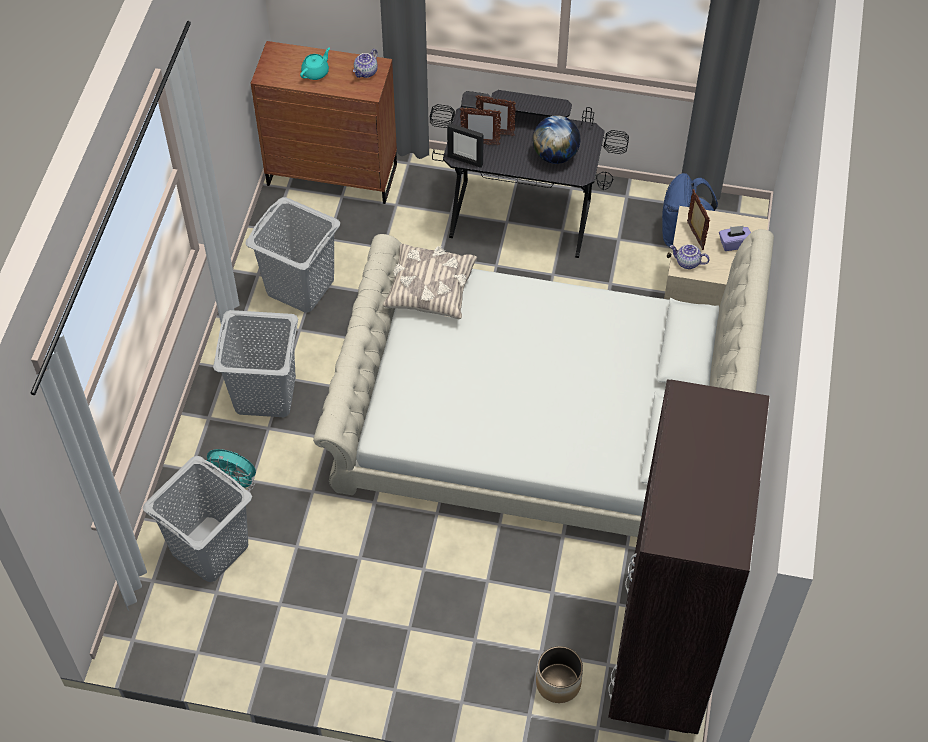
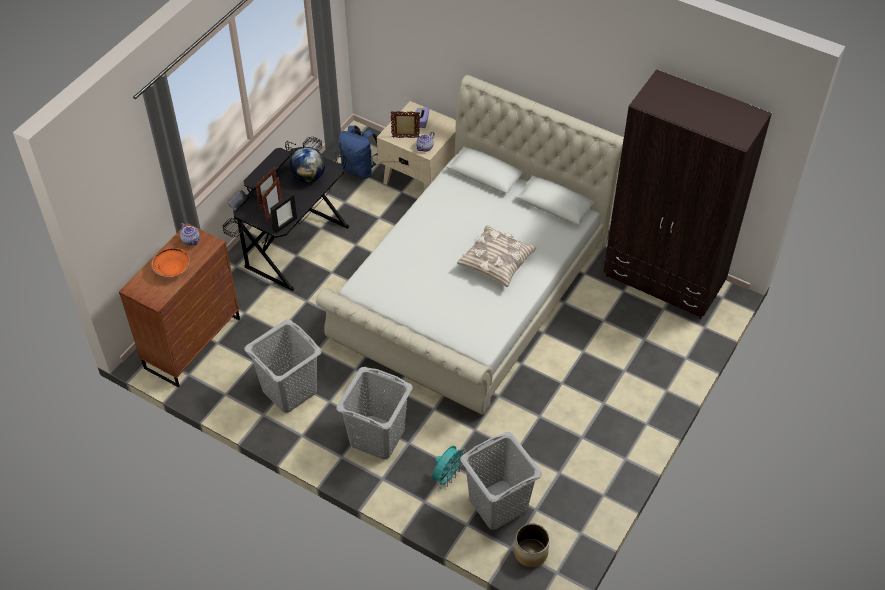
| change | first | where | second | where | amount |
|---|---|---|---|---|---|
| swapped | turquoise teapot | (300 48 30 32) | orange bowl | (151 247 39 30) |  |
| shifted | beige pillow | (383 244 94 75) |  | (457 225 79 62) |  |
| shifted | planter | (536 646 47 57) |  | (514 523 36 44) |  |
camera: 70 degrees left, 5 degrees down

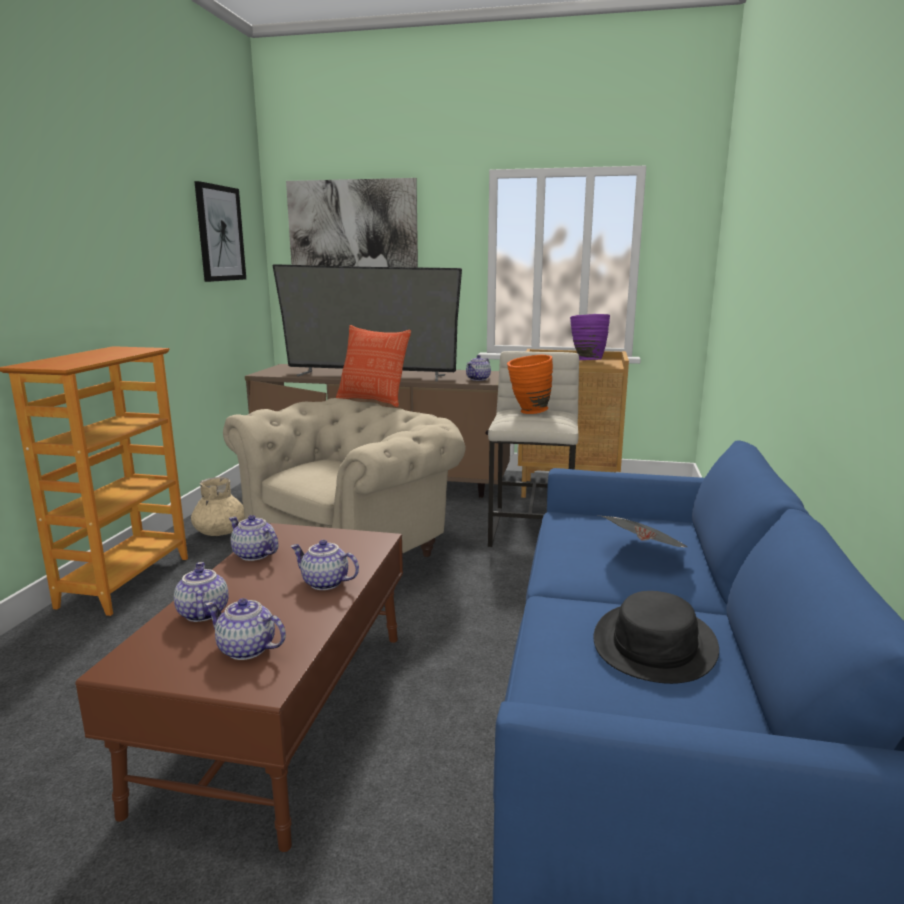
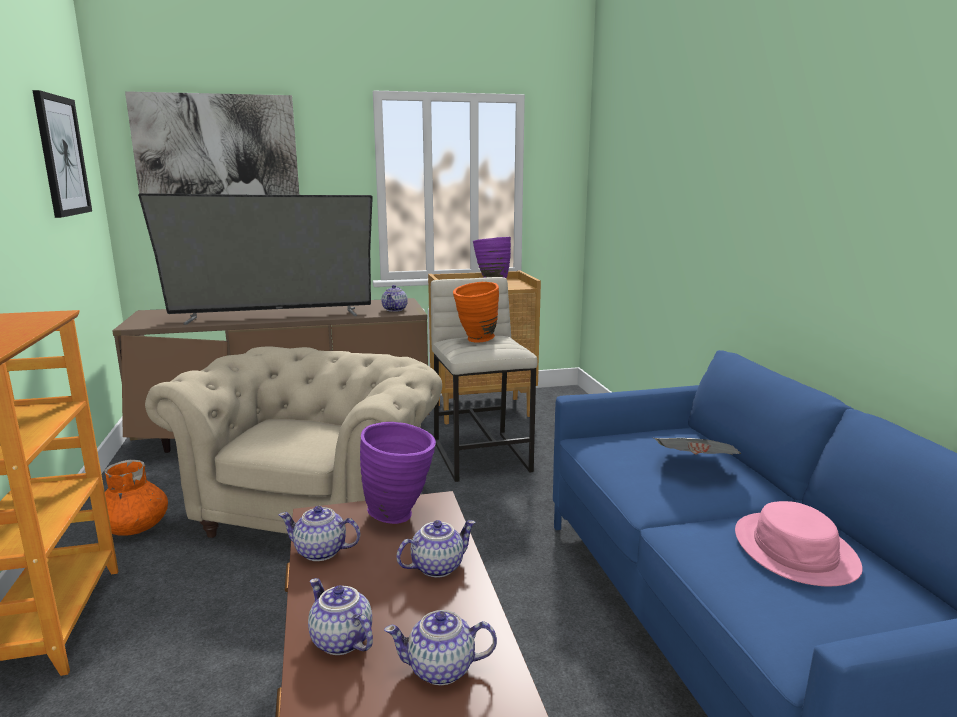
| change | first | where | second | where | amount |
|---|---|---|---|---|---|
| repainted | beige vase | (191 477 54 59) | orange vase | (105 460 63 76) |  |
| rotated | teapot | (291 540 68 50) |  | (397 520 79 58) | 150 degrees clockwise |
| gone | orange pillow | (336 325 75 82) |  |  |  |
| repainted | black hat | (593 591 126 93) | pink hat | (735 501 128 85) |  |
| new |  |  | purple vase | (360 422 76 102) |  |
camera: 25 degrees left, 0 degrees up

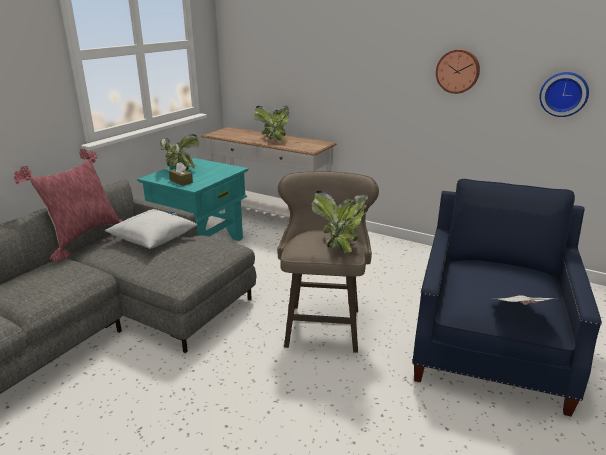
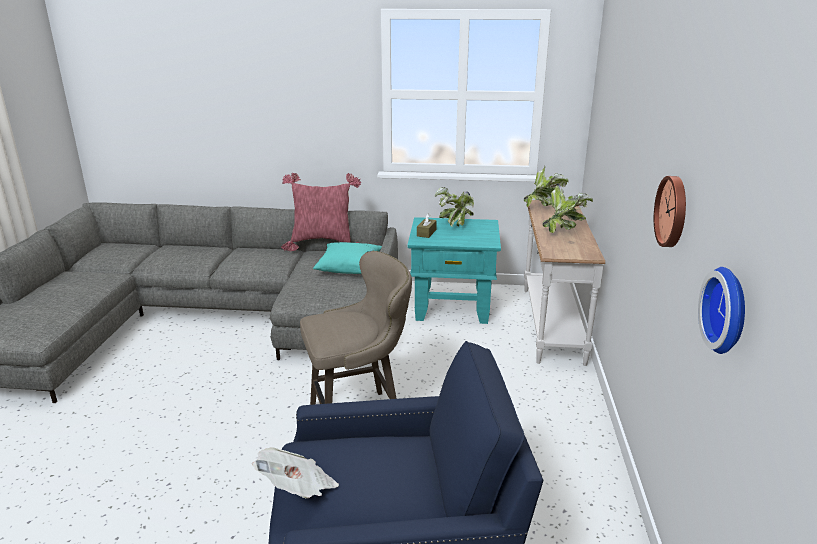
| change | first | where | second | where | amount |
|---|---|---|---|---|---|
| repainted | grey pillow | (105 209 92 40) | turquoise pillow | (313 242 69 32) |  |
| shifted | potted plant | (312 190 56 62) |  | (524 166 45 41) |  |
camera: 65 degrees right, 0 degrees up

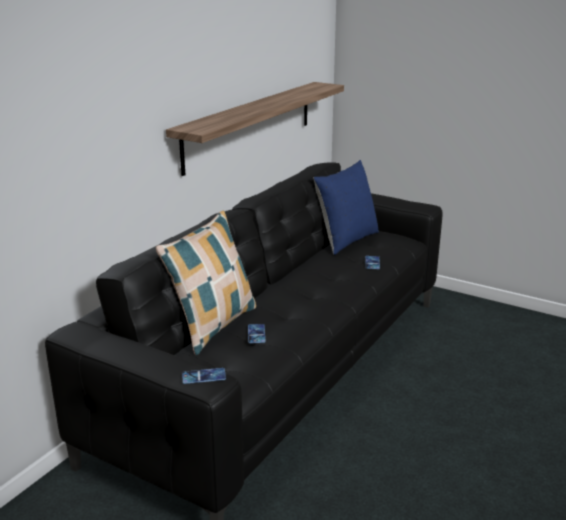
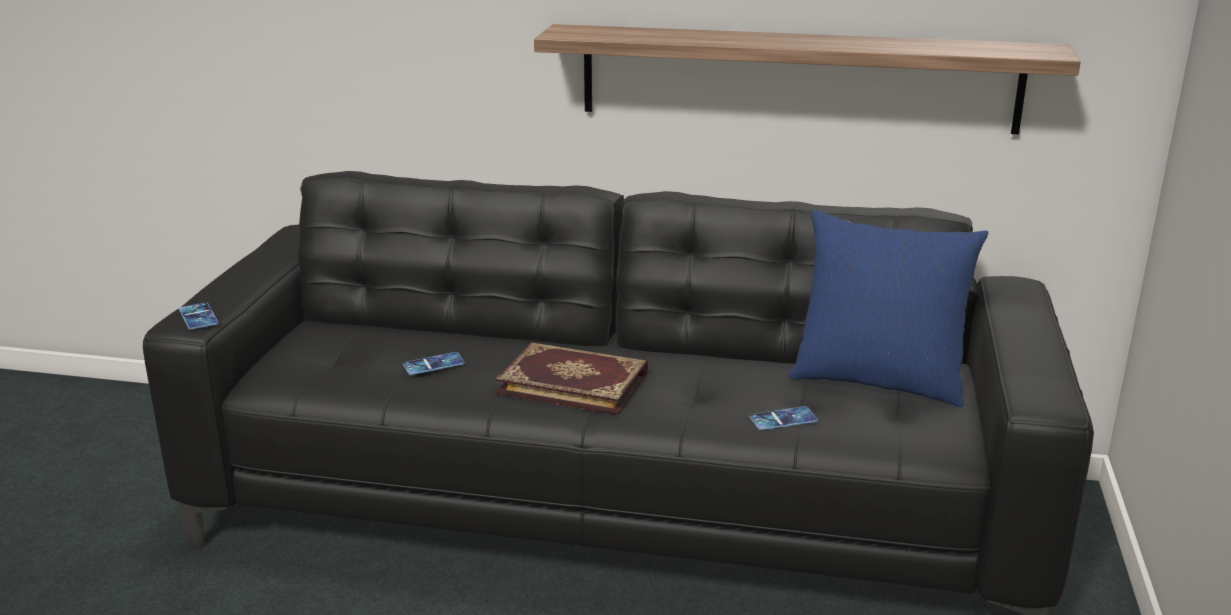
| change | first | where | second | where | amount |
|---|---|---|---|---|---|
| gone | pillow | (156 211 100 144) |  |  |  |
| new |  |  | book | (496 342 152 73) |  |
camera: 70 degrees right, 0 degrees up

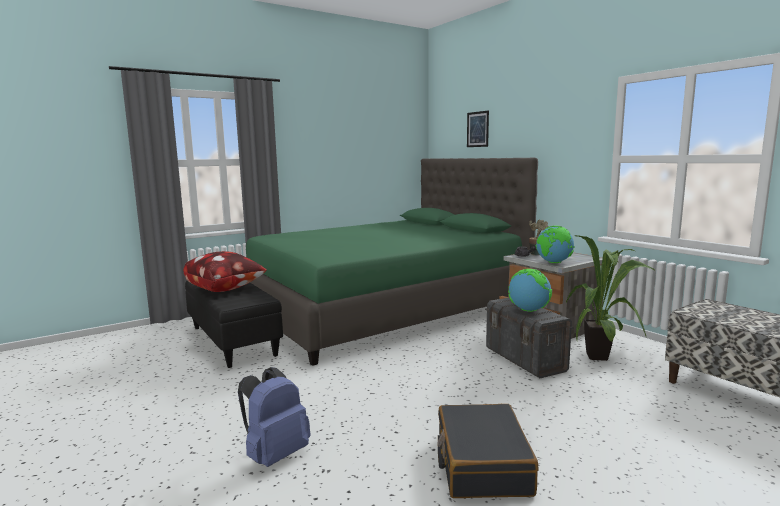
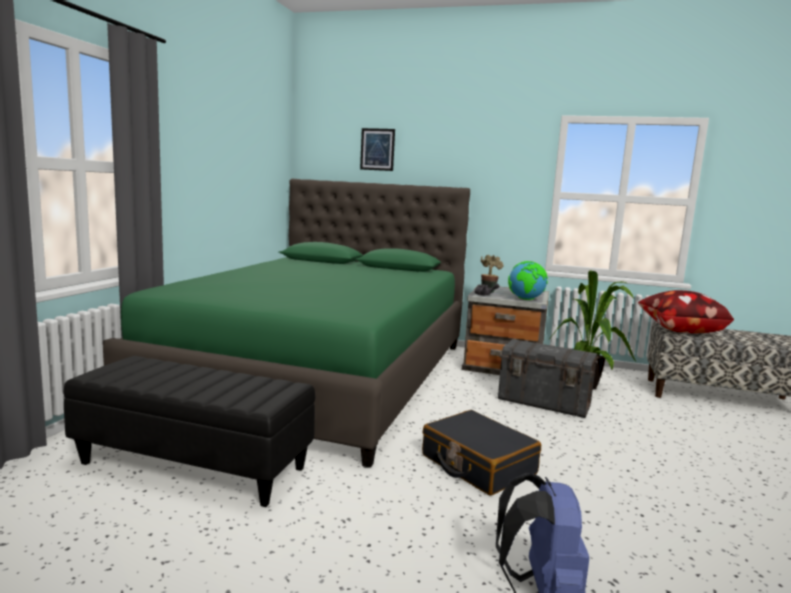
| change | first | where | second | where | amount |
|---|---|---|---|---|---|
| shifted | pillow | (183 251 84 41) |  | (638 290 96 43) |  |
| shifted | black suitcase | (437 404 101 94) |  | (422 410 119 85) |  |
| gone | globe | (508 269 44 43) |  |  |  |
camera: 40 degrees left, 0 degrees up

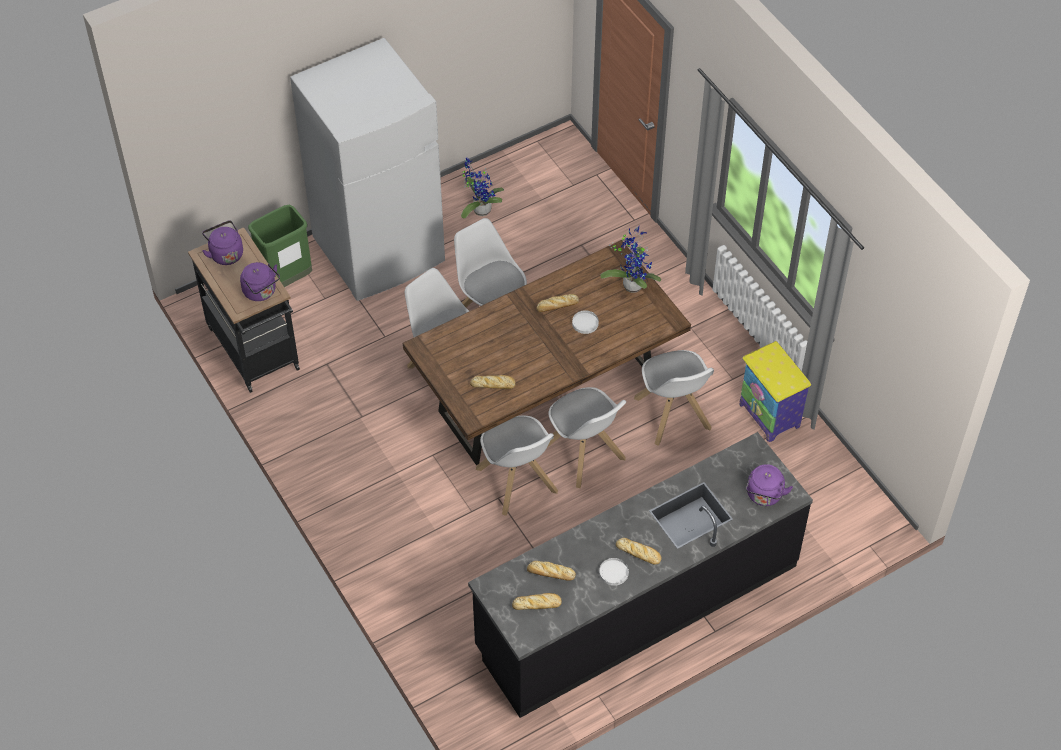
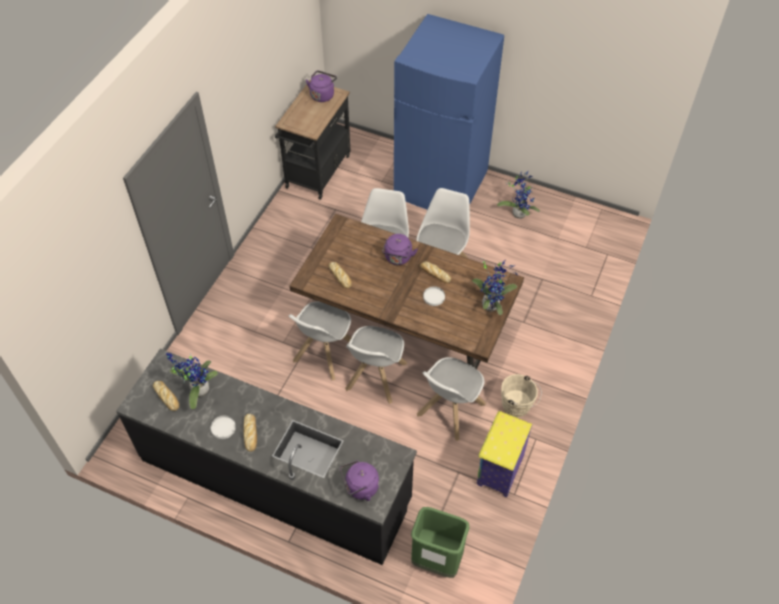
| change | first | where | second | where | amount |
|---|---|---|---|---|---|
| shifted | purple kettle | (240 262 40 39) |  | (382 234 36 31) |  |
| shifted | green trash can | (248 205 64 82) |  | (411 507 59 71) |  |
| repainted | white fridge | (290 38 155 263) | blue fridge | (394 14 110 196) |  |
| swapped | bread | (527 561 49 20) | potted plant | (166 353 52 56) |  |
| new |  |  | beige bucket | (501 374 41 43) |  |
camera: 55 degrees right, 0 degrees up

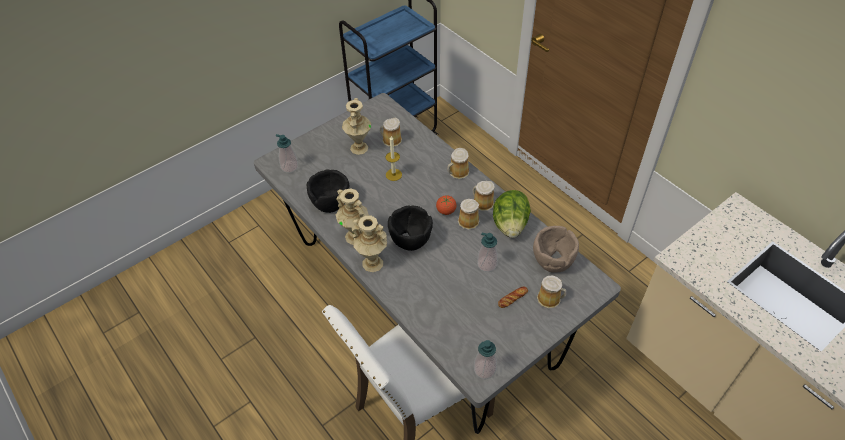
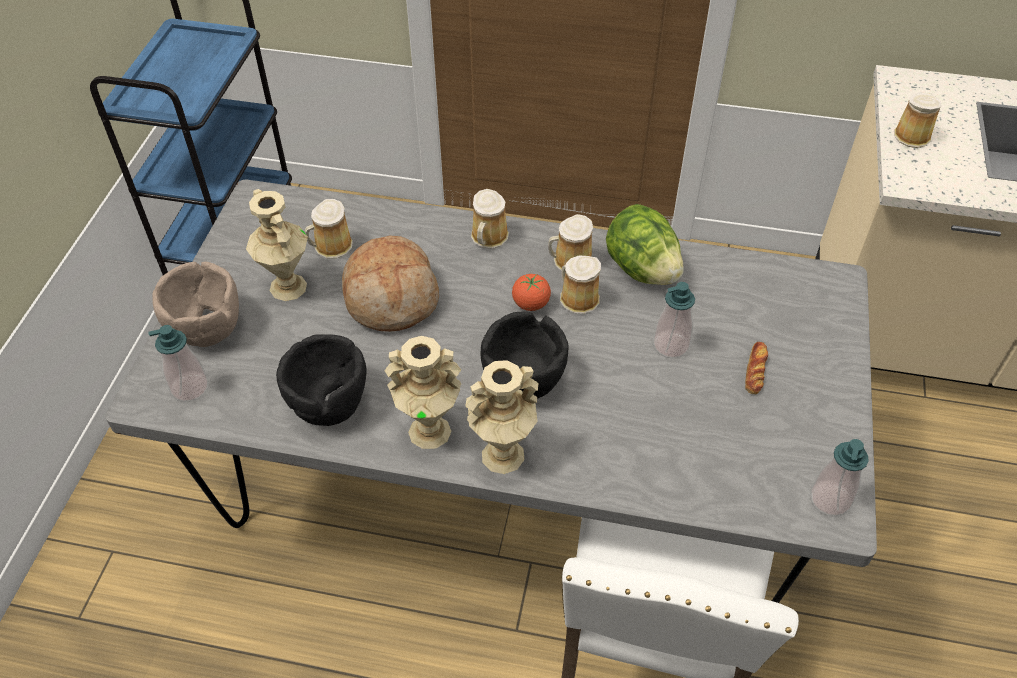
| change | first | where | second | where | amount |
|---|---|---|---|---|---|
| swapped | candle | (386 136 16 45) | bread | (342 235 97 97) |  |
| shifted | brown bowl | (533 226 46 47) |  | (152 262 87 85) |  |
| shifted | mug | (537 275 29 33) |  | (894 92 48 56) |  |
camera: 40 degrees left, 0 degrees up

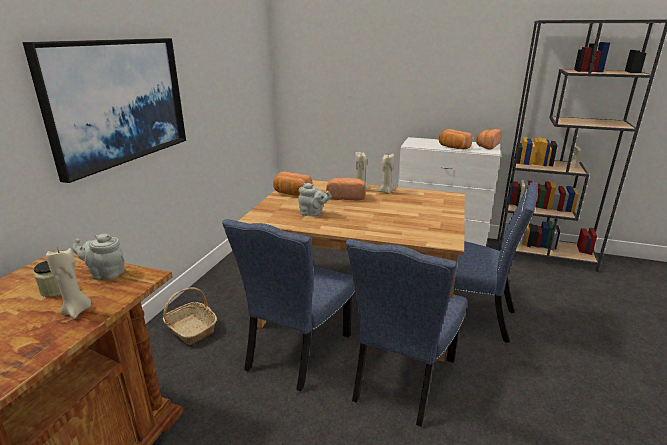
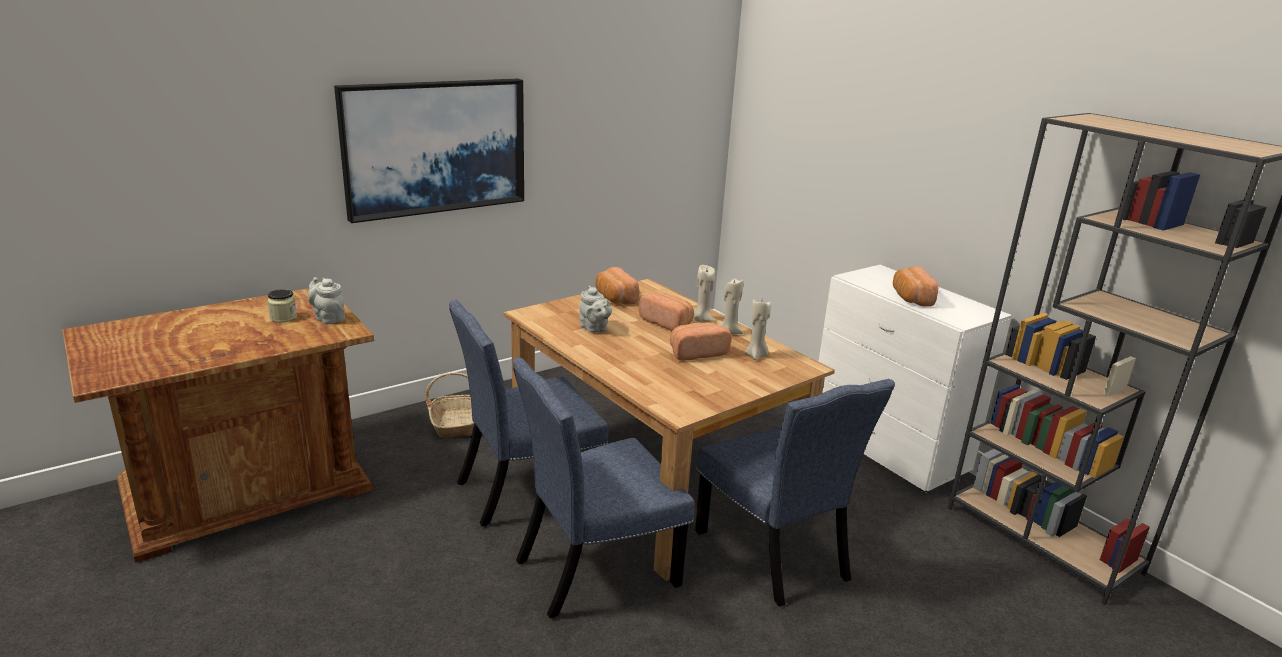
| change | first | where | second | where | amount |
|---|---|---|---|---|---|
| shifted | beige candle | (46 247 45 72) |  | (745 299 26 61) |  |
| shifted | bread | (476 129 26 20) |  | (670 322 62 38) |  |
camera: 35 degrees right, 0 degrees up

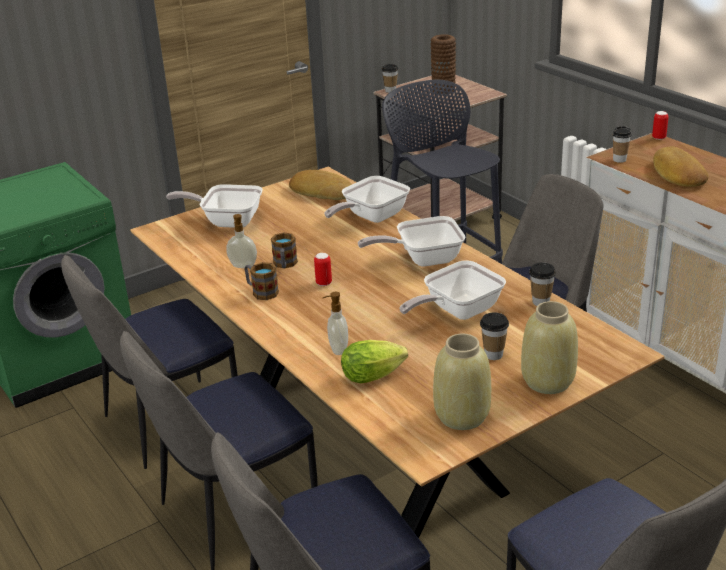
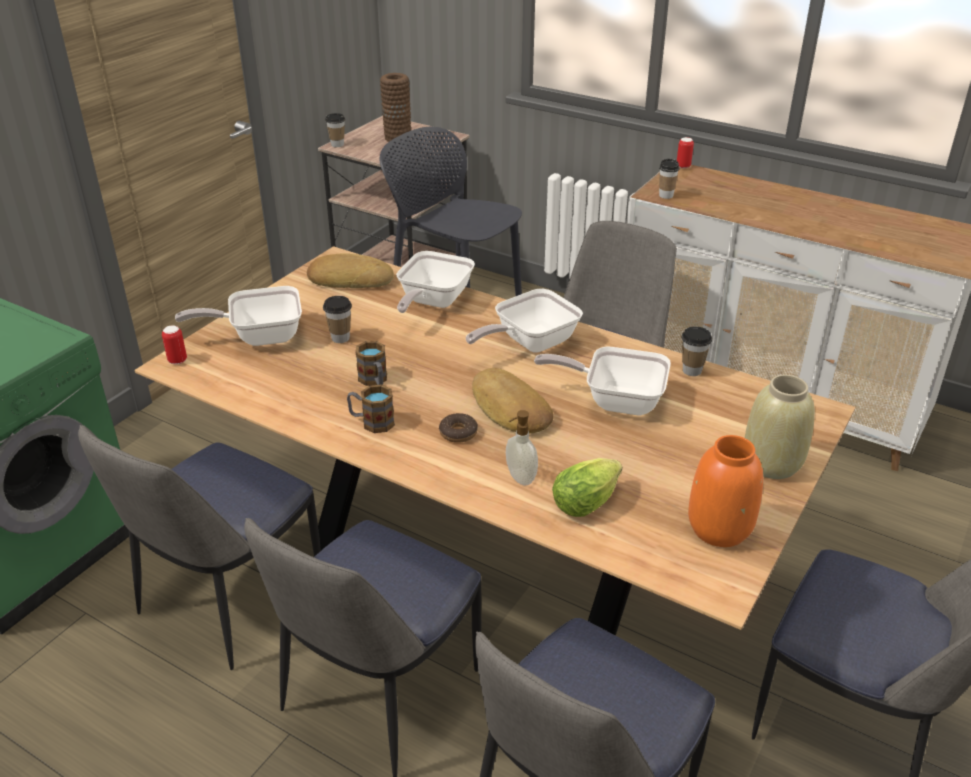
| change | first | where | second | where | amount |
|---|---|---|---|---|---|
| gone | soap dispenser | (226 214 31 54) |  |  |  |
| shifted | can | (314 253 18 33) |  | (162 325 25 39) |  |
| rotated | frying pan | (399 260 107 60) |  | (534 347 137 68) | 75 degrees clockwise |
| repainted | beige vase | (433 334 58 96) | orange vase | (688 435 75 112) |  |
| shifted | cup | (480 313 29 47) |  | (323 296 29 47) |  |
| shifted | bread | (653 146 55 41) |  | (472 368 81 65) |  |
| new |  |  | donut | (439 413 39 30) |  |
camera: 25 degrees left, 5 degrees up

